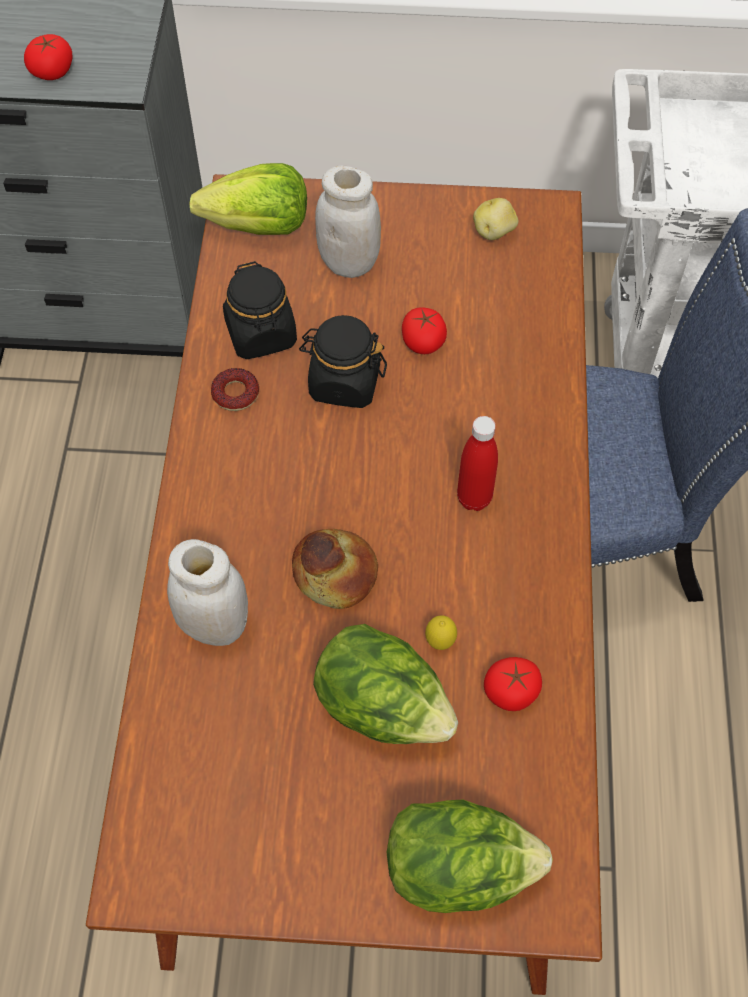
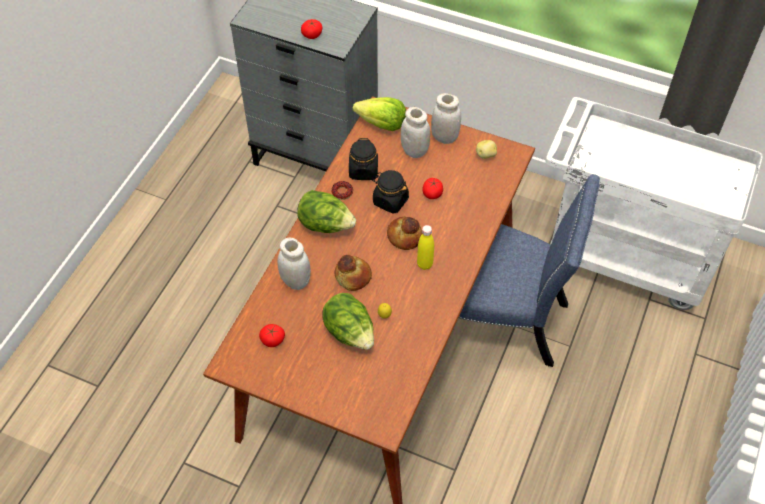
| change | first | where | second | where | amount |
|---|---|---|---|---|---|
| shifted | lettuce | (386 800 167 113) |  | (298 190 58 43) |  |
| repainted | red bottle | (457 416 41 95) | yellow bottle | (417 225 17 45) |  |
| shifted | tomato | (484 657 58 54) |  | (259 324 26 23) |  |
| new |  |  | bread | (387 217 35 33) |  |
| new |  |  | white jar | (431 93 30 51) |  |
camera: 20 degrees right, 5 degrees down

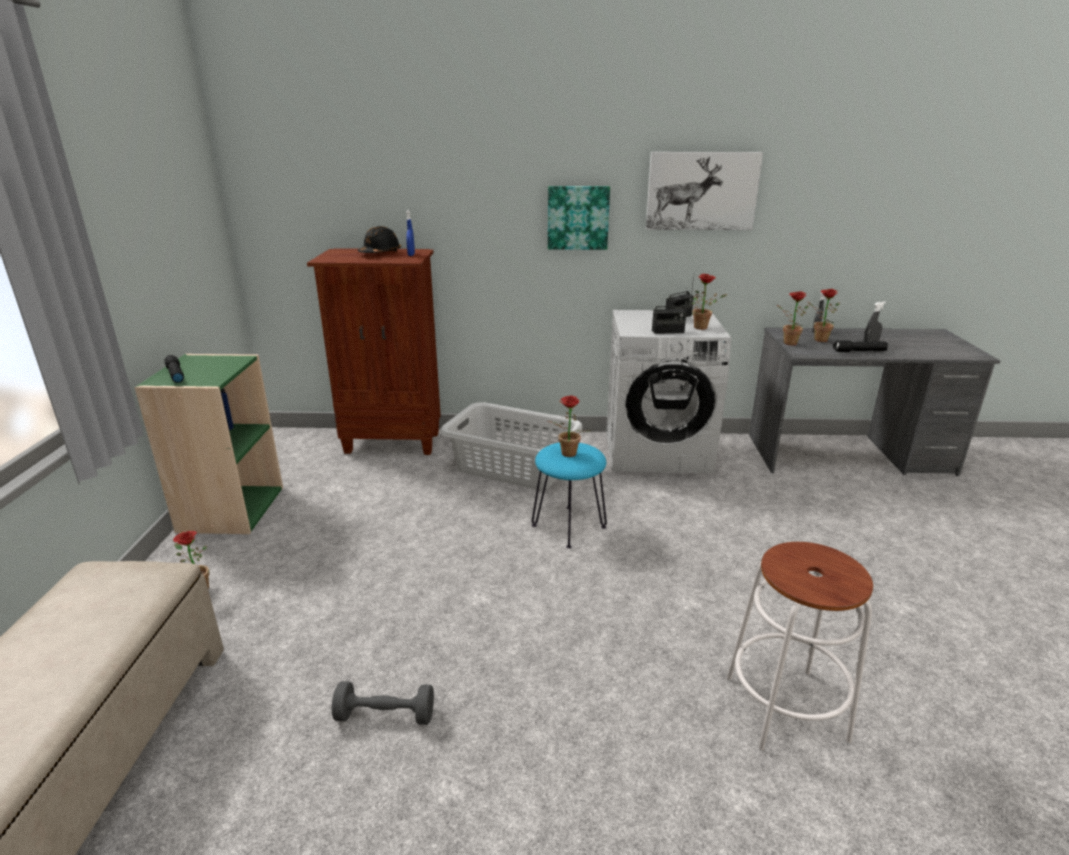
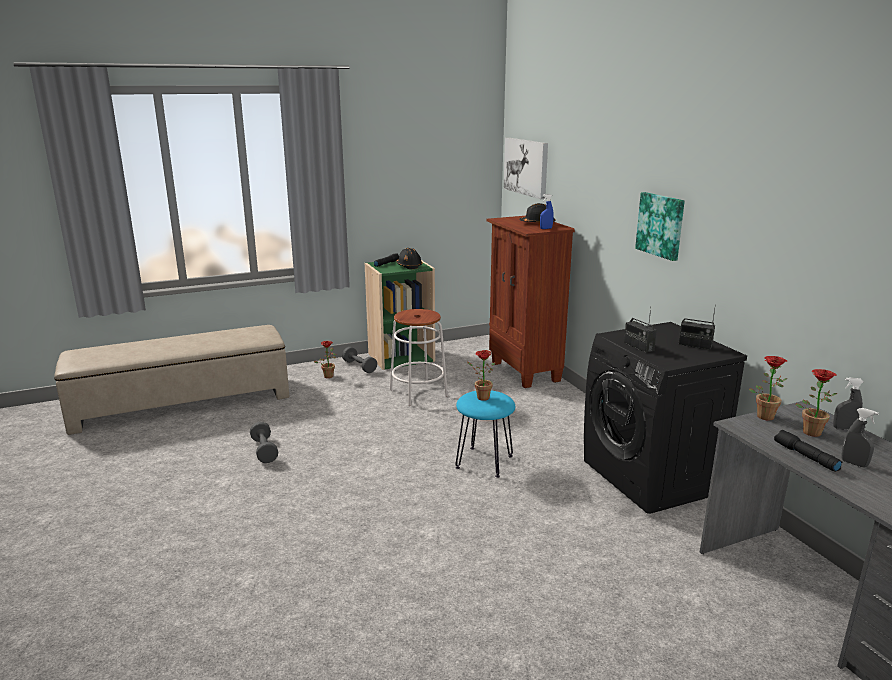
| change | first | where | second | where | amount |
|---|---|---|---|---|---|
| gone | grey laundry basket | (440 402 143 88) |  |  |  |
| repainted | white washing machine | (607 310 124 163) | black washing machine | (584 322 163 192) |  |
| shifted | picture | (646 152 117 78) |  | (504 138 44 61) |  |
| gone | potted plant | (692 274 36 56) |  |  |  |
| shifted | white stool | (726 542 147 209) |  | (390 309 58 97) |  |
| new |  |  | grey dumbbell | (342 347 35 26) |  |
| new |  |  | black hard hat | (396 248 27 21) |  |
camera: 65 degrees right, 5 degrees down

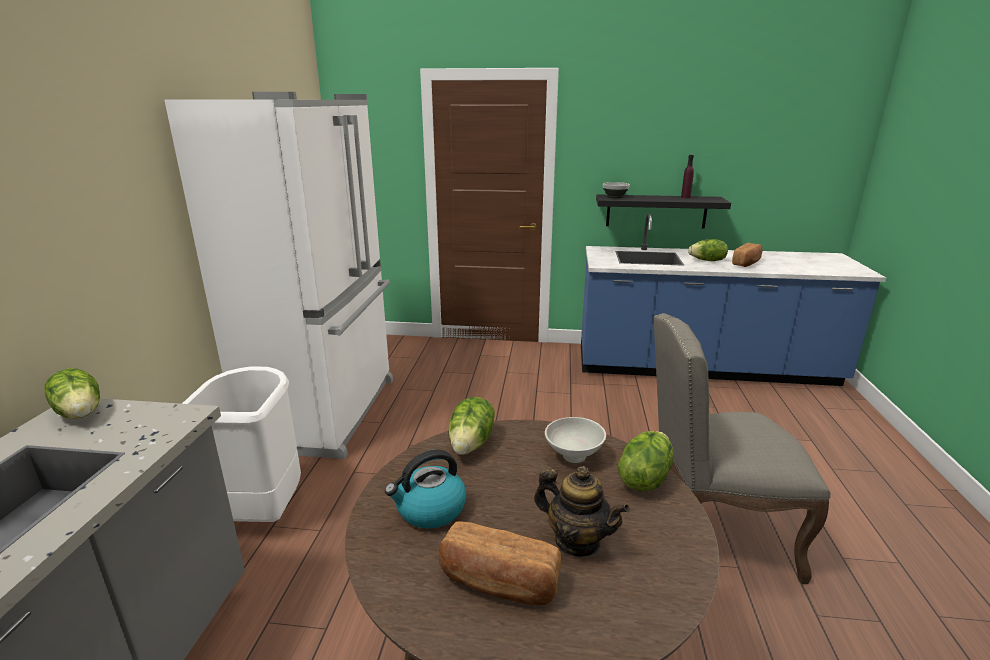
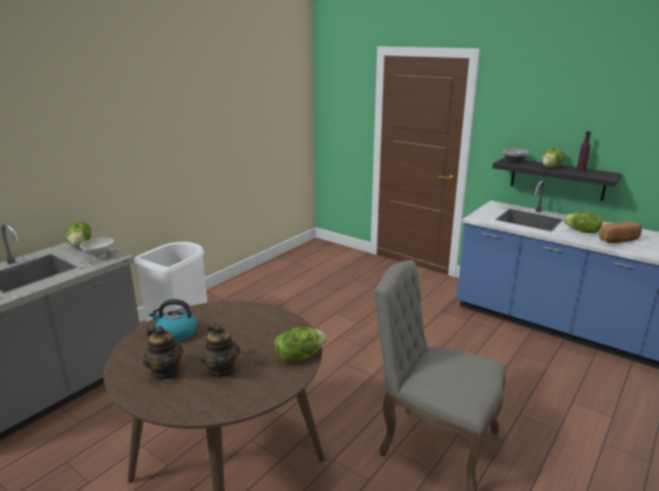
| change | first | where | second | where | amount |
|---|---|---|---|---|---|
| gone | white fridge | (164 92 229 367) |  |  |  |
| swapped | bread | (438 521 123 84) | teapot | (143 326 40 53) |  |
| shifted | lettuce | (449 397 46 58) |  | (542 148 23 20) |  |
| shifted | white bowl | (545 417 61 46) |  | (80 238 34 21) |  |
camera: 30 degrees right, 0 degrees up

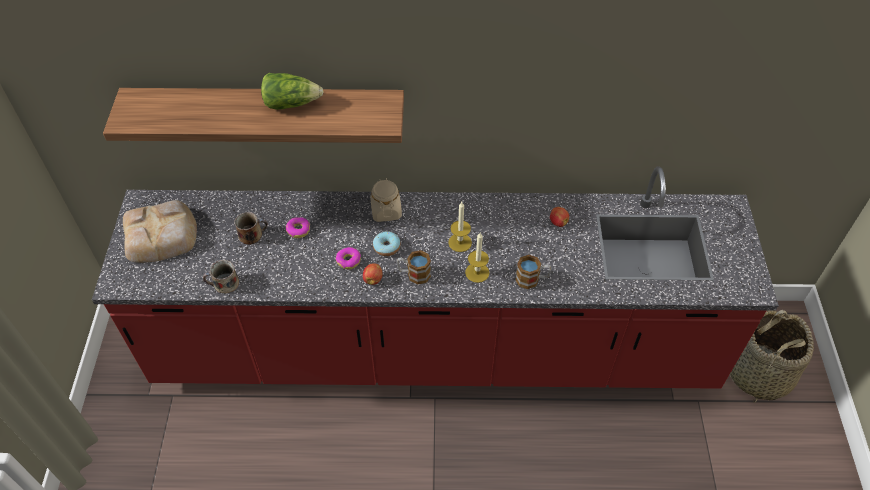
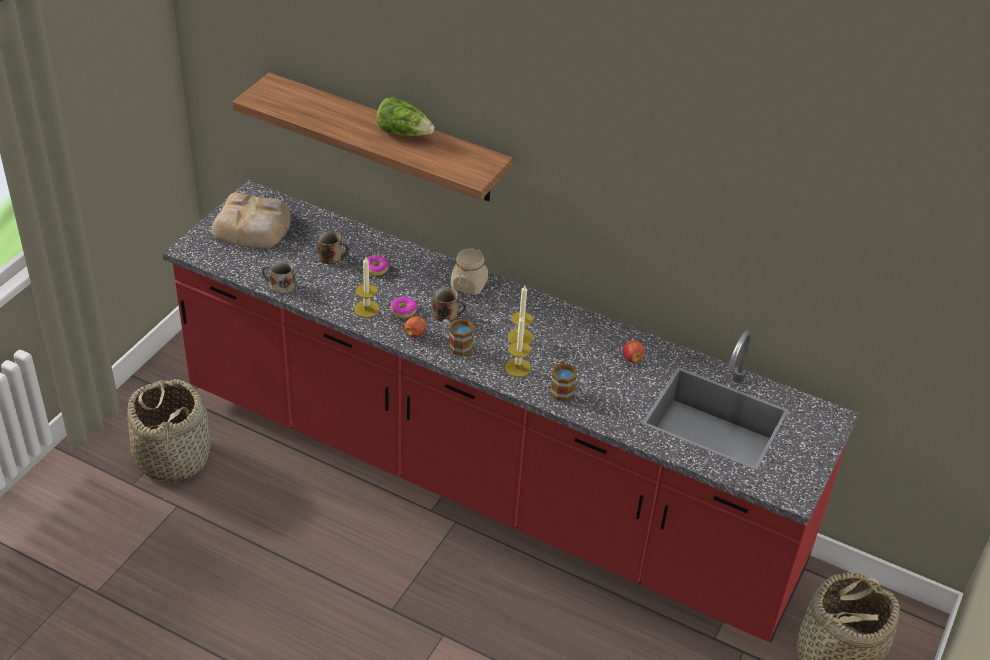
| change | first | where | second | where | amount |
|---|---|---|---|---|---|
| swapped | donut | (373 231 28 25) | mug | (433 287 33 35) |  |
| new |  |  | basket | (127 379 83 105) |  |
| new |  |  | candle | (354 257 26 61) |  |
camera: 25 degrees right, 10 degrees down

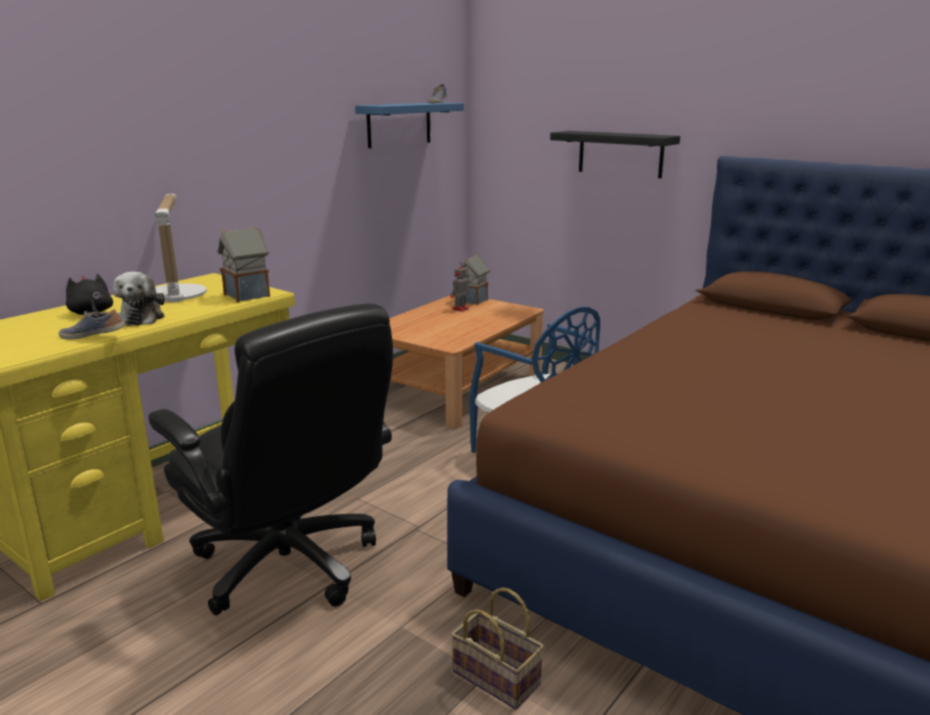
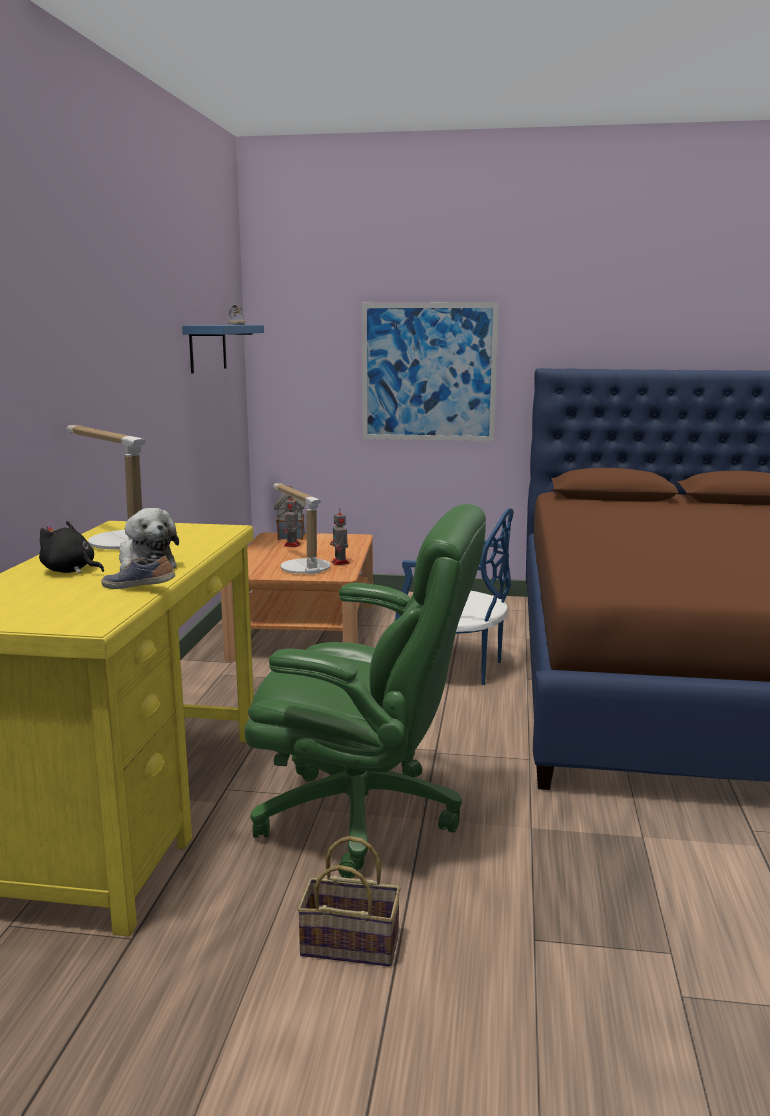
| change | first | where | second | where | amount |
|---|---|---|---|---|---|
| rotated | shoe | (58 309 67 30) |  | (101 556 74 33) | 45 degrees clockwise |
| repainted | black office chair | (148 303 245 312) | green office chair | (244 504 242 374) |  |
| gone | toy house | (217 226 53 76) |  |  |  |
| shifted | basket | (451 588 93 121) |  | (297 836 104 131) |  |
| swapped | black shelf | (550 131 130 47) | picture | (362 302 137 139) |  |
| new |  |  | table lamp | (273 483 58 91) |  |
| new |  |  | toy robot | (330 508 20 57) |  |
camera: 30 degrees left, 5 degrees down

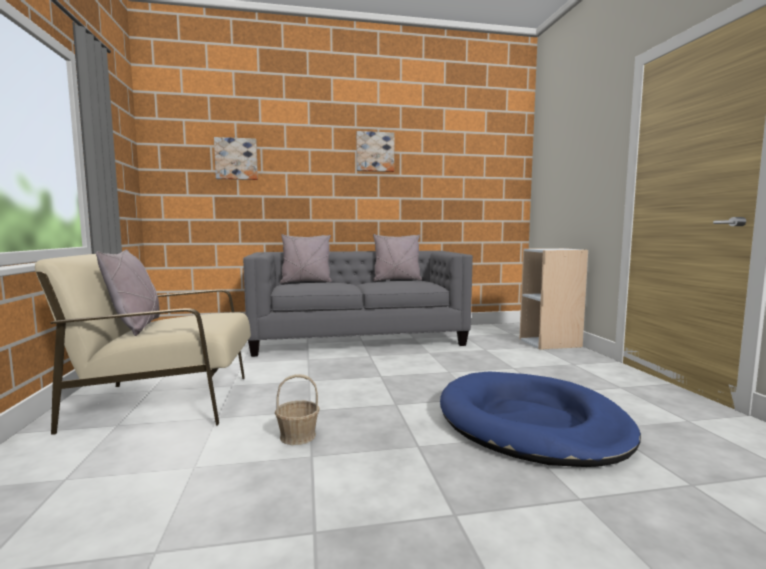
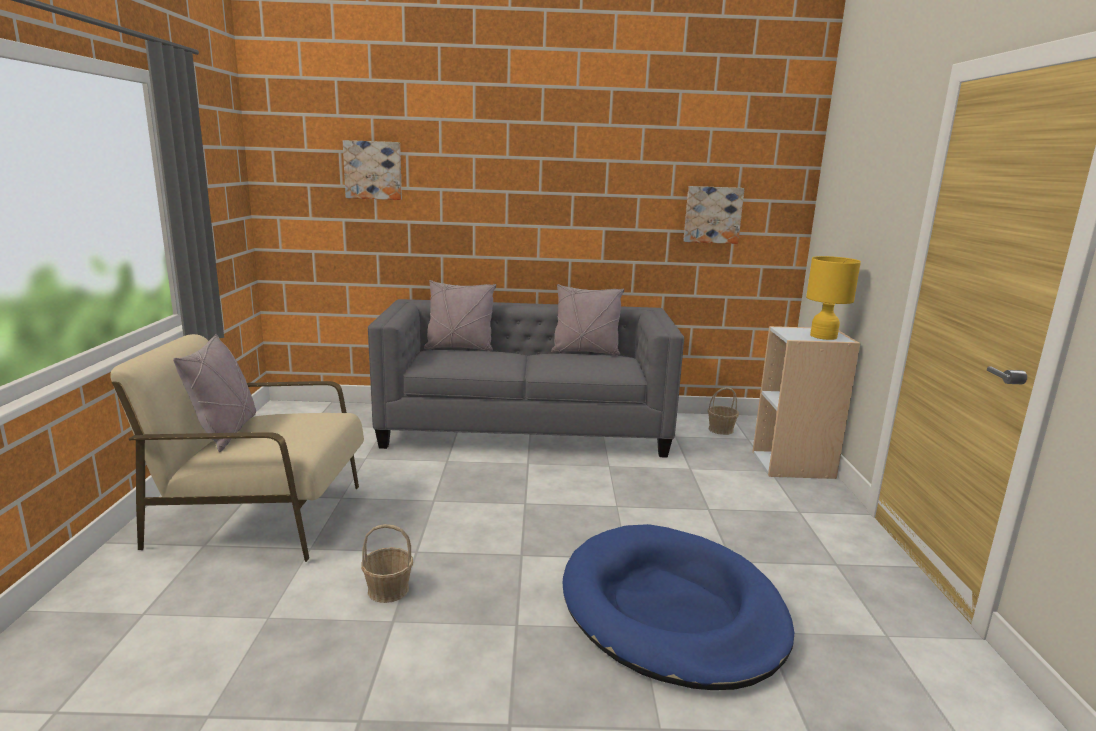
| change | first | where | second | where | amount |
|---|---|---|---|---|---|
| shifted | picture | (356 131 38 41) |  | (683 186 62 58) |  |
| new |  |  | basket | (708 387 31 48) |  |
| new |  |  | yellow table lamp | (806 256 55 84) |  |
camera: 10 degrees right, 10 degrees up

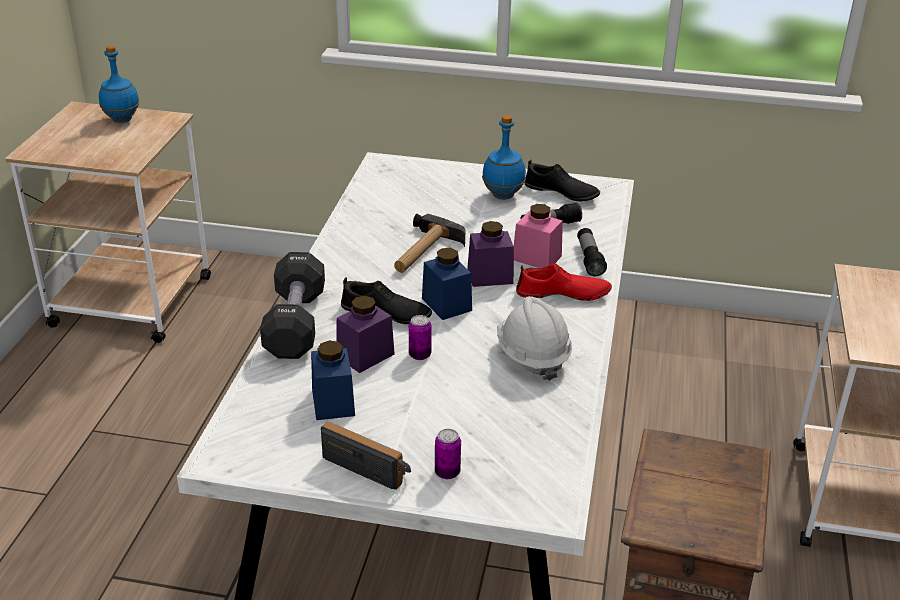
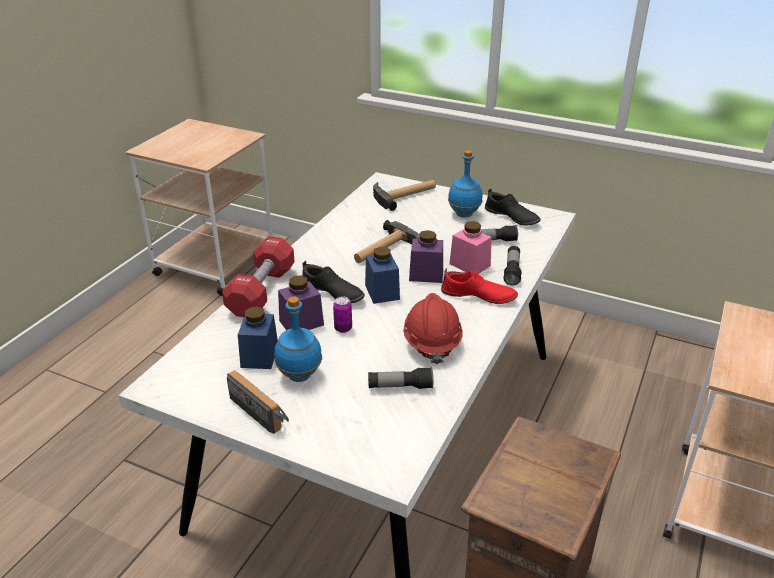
| change | first | where | second | where | amount |
|---|---|---|---|---|---|
| shifted | blue bottle | (99 46 40 77) |  | (275 296 47 86) |  |
| repainted | black dumbbell | (260 252 65 107) | red dumbbell | (222 236 73 81) |  |
| gone | can | (435 429 26 50) |  |  |  |
| repainted | white hard hat | (497 296 75 85) | red hard hat | (403 293 60 71) |  |
| new |  |  | flashlight | (368 367 65 22) |  |
| new |  |  | hammer | (373 180 63 31) |  |
camera: 15 degrees right, 0 degrees up

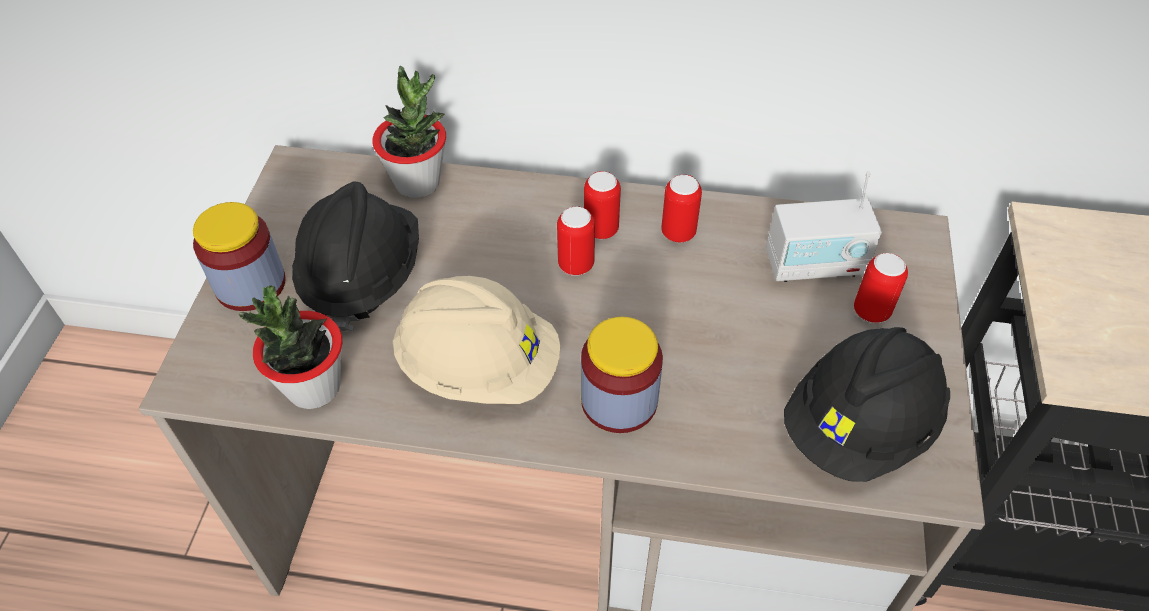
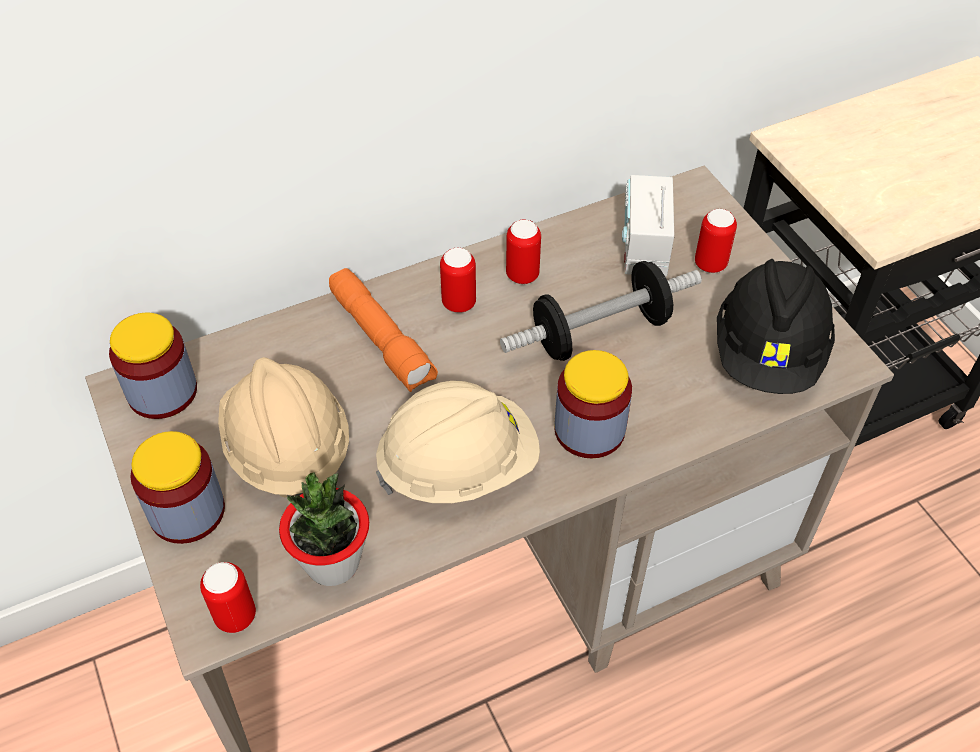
| change | first | where | second | where | amount |
|---|---|---|---|---|---|
| repainted | black hard hat | (292 182 127 149) | beige hard hat | (218 357 131 140) |  |
| gone | potted plant | (372 66 74 132) |  |  |  |
| shifted | can | (557 206 38 70) |  | (200 562 56 71) |  |
| rotated | radio | (766 171 116 111) |  | (622 175 52 102) | 135 degrees clockwise |
| new |  |  | jar | (109 313 88 106) |  |
| new |  |  | orange flashlight | (329 268 109 124) |  |
| new |  |  | dumbbell | (500 261 202 100) |  |
camera: 35 degrees left, 0 degrees up

